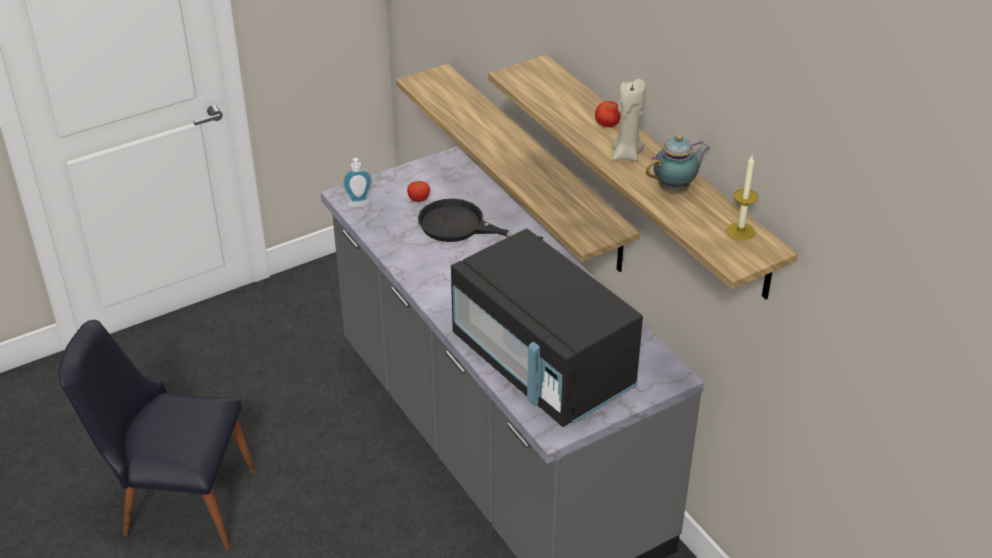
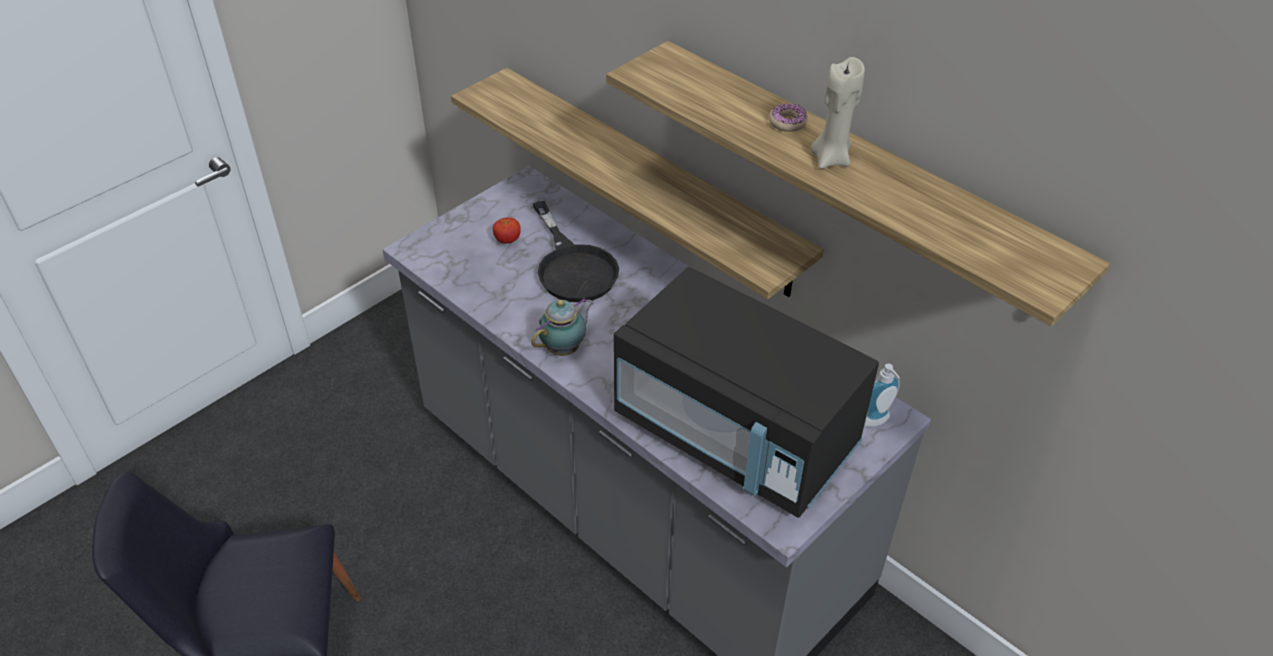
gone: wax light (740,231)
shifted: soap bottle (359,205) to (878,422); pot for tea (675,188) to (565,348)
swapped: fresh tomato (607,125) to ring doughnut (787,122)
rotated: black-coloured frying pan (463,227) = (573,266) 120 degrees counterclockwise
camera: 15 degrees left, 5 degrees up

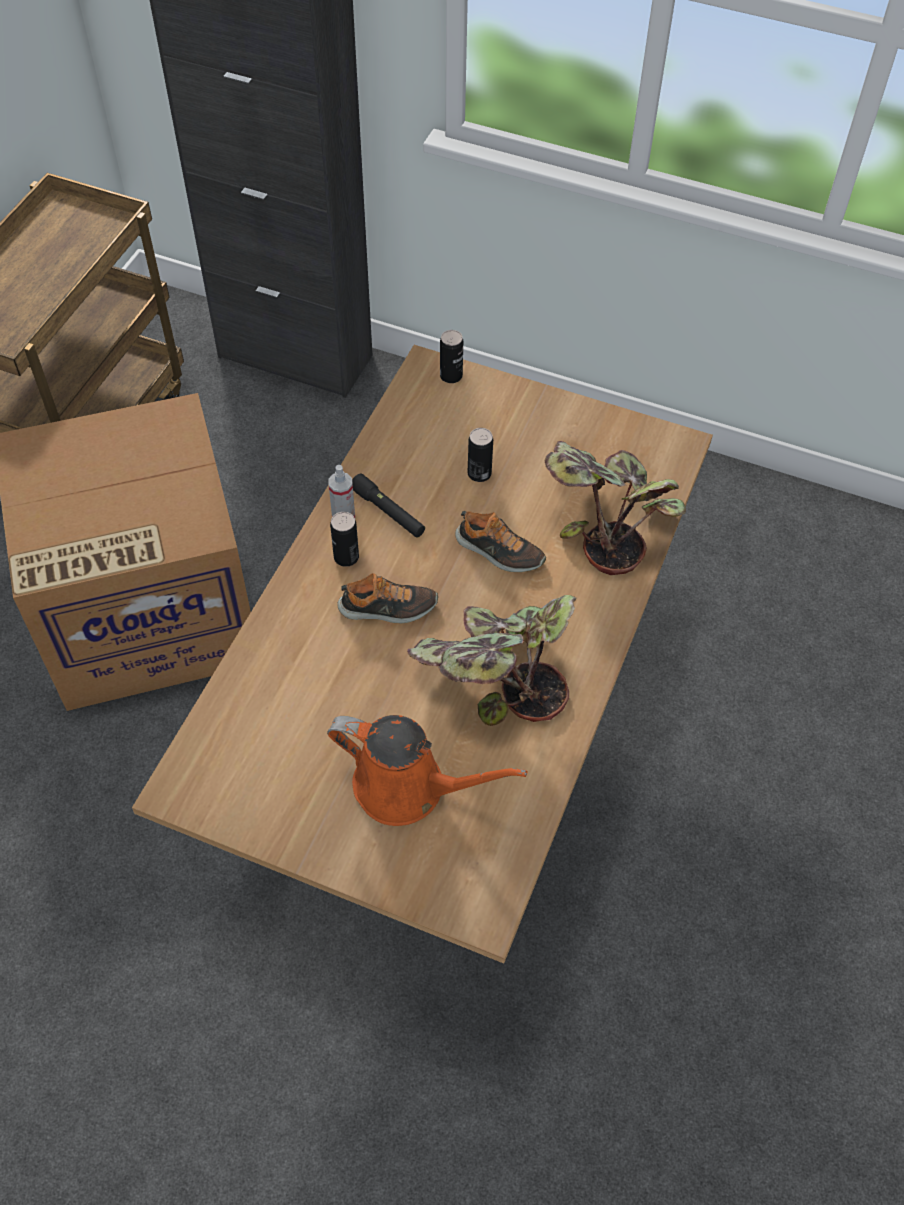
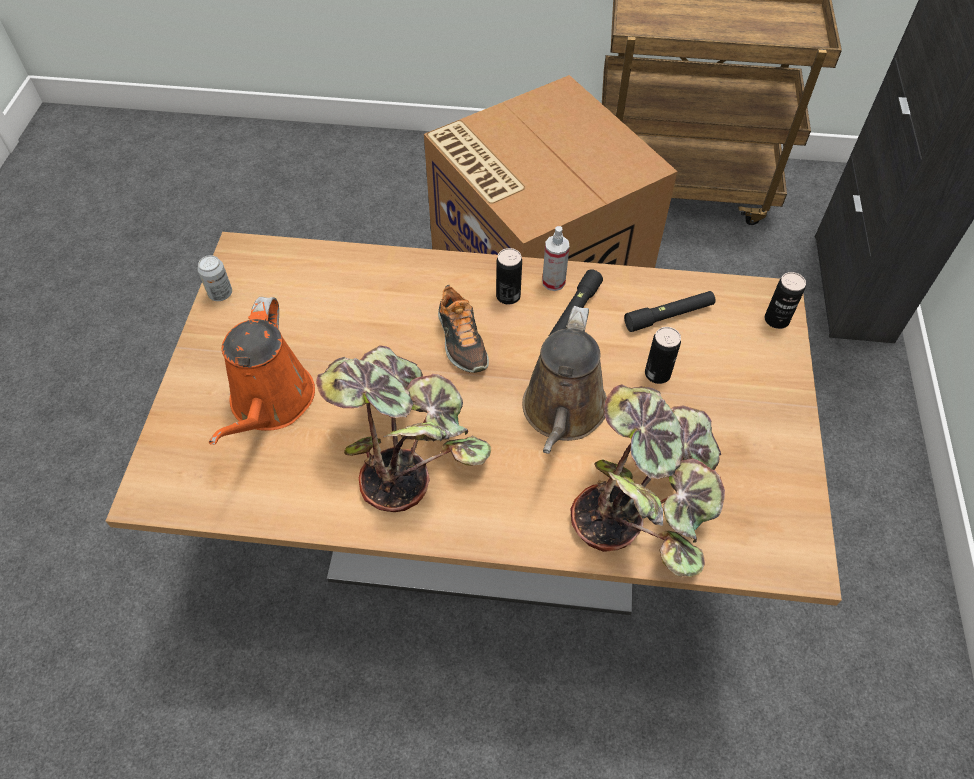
new: sealed can (220,294); black-coloured hand torch (669,316)
swapped: low shoe (498,552) to brownish watering pot (563,413)
camera: 75 degrees right, 0 degrees up

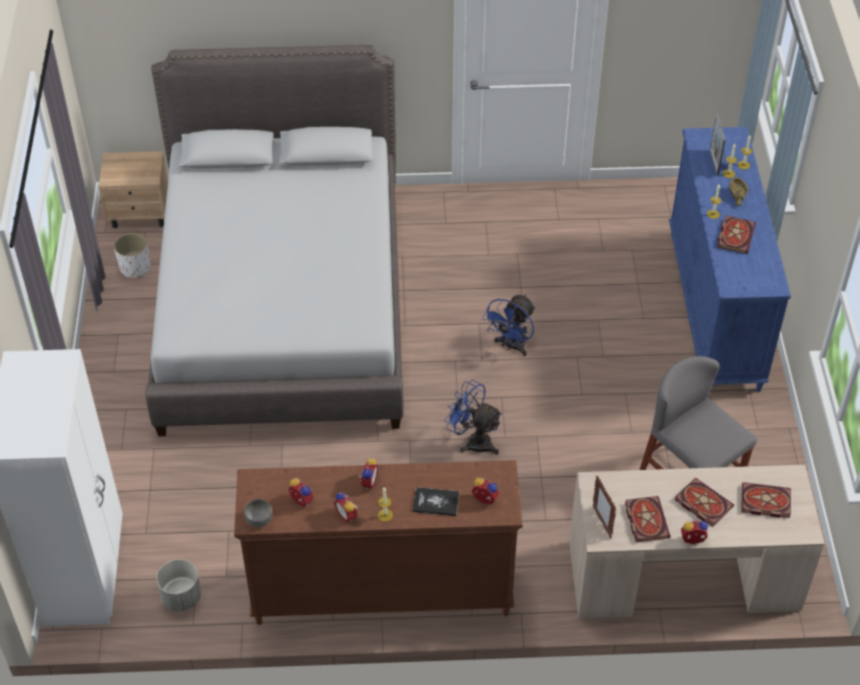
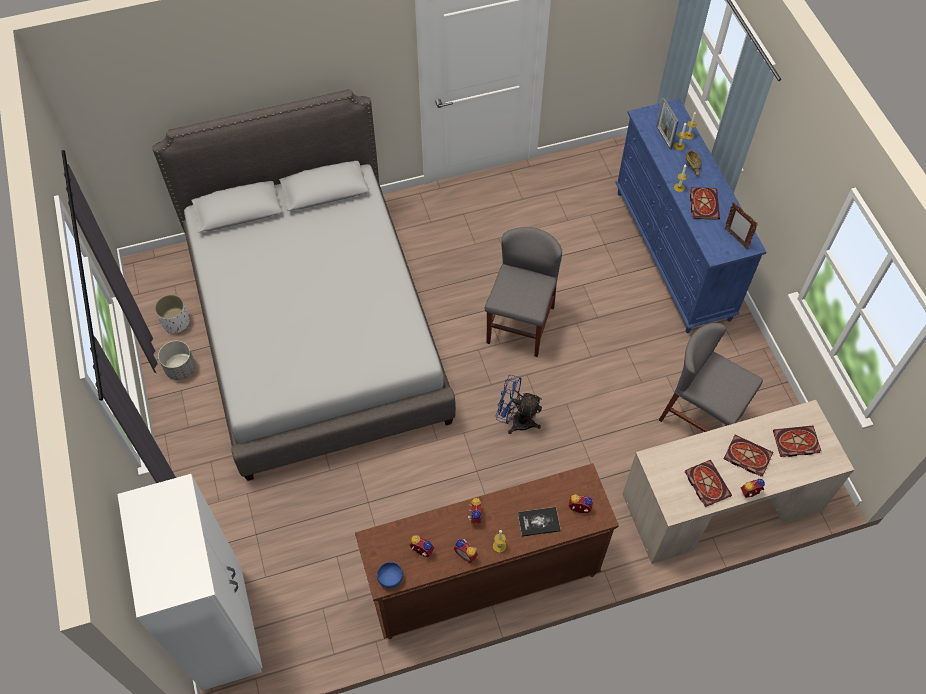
gone: beige bedside table (140,213)
shifted: grey plant pot (181,597) to (180,369); photo frame (601,522) to (735,238)
swapped: blue-coloured cooling fan (511,346) to grey chair (520,325)
repainted: grey deep dish (259,519) to blue-coloured deep dish (390,578)
camera: 15 degrees left, 10 degrees up

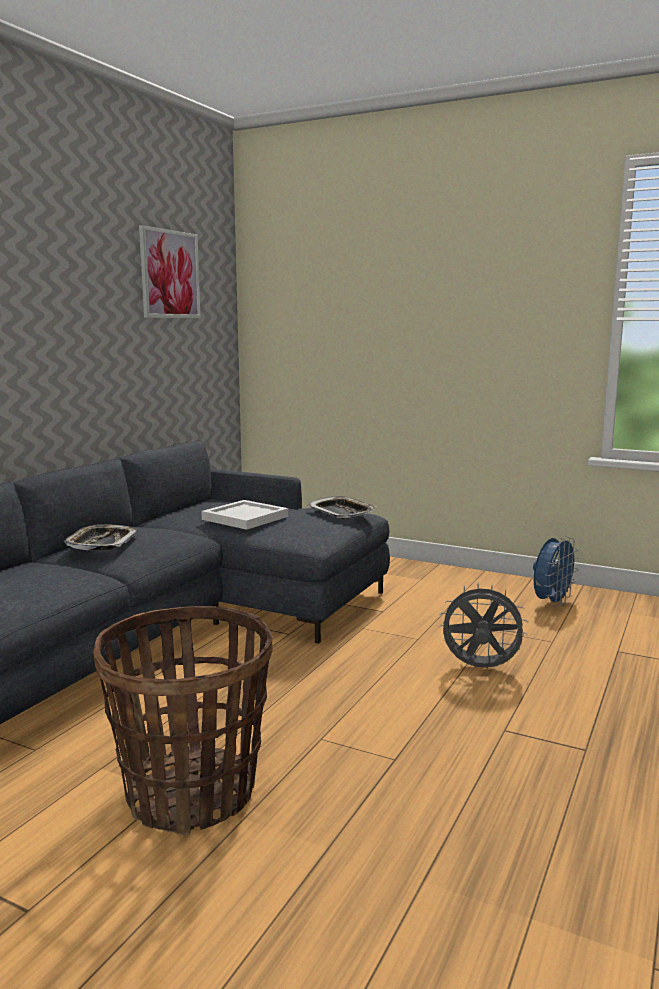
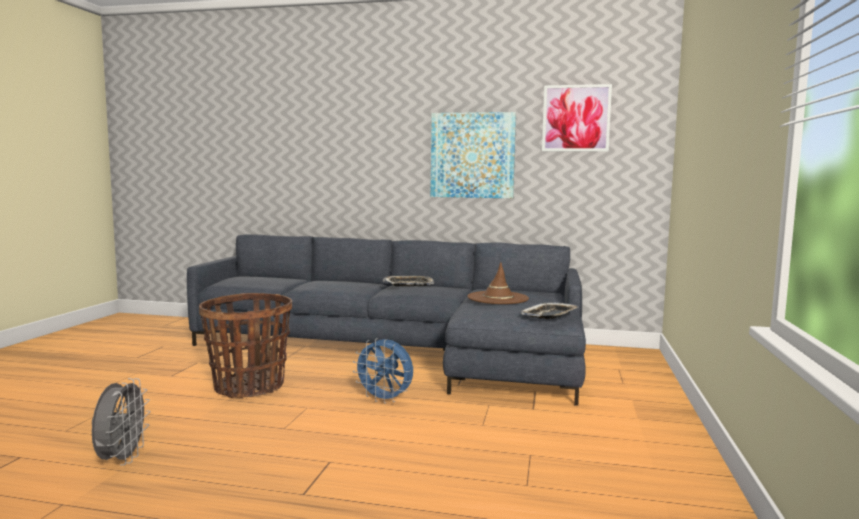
new: wall art (472,155)
shifted: grey cooling fan (480,668) to (121,460); blue-coloured cooling fan (551,603) to (385,400)
swapped: white carrying tray (245,517) to brownish hat (497,298)
camera: 75 degrees right, 5 degrees down

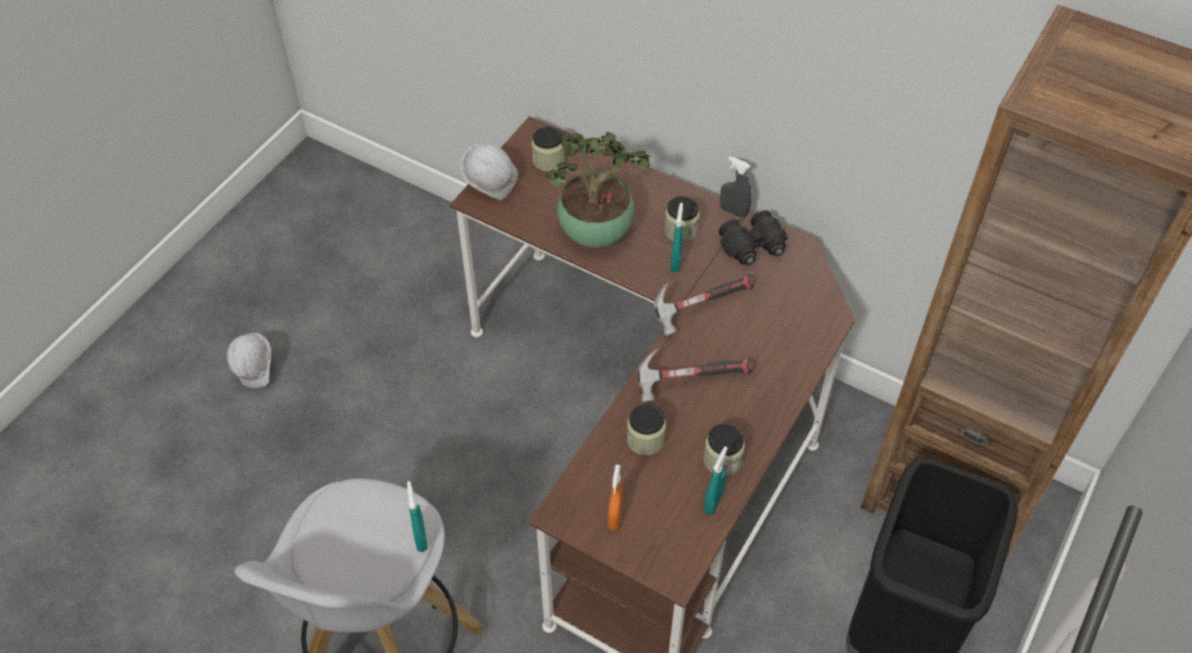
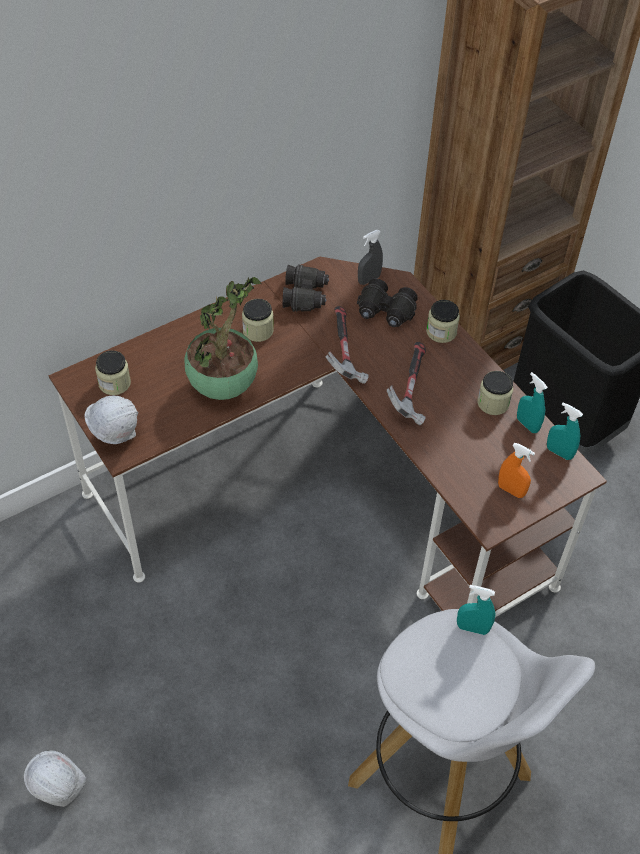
new: black-coloured field glasses (385,312)
shifted: jar (645,439) to (441,332); blue-green spray bottle (676,262) to (559,452); grey spray bottle (733,212) to (369,279)
camera: 65 degrees left, 0 degrees up

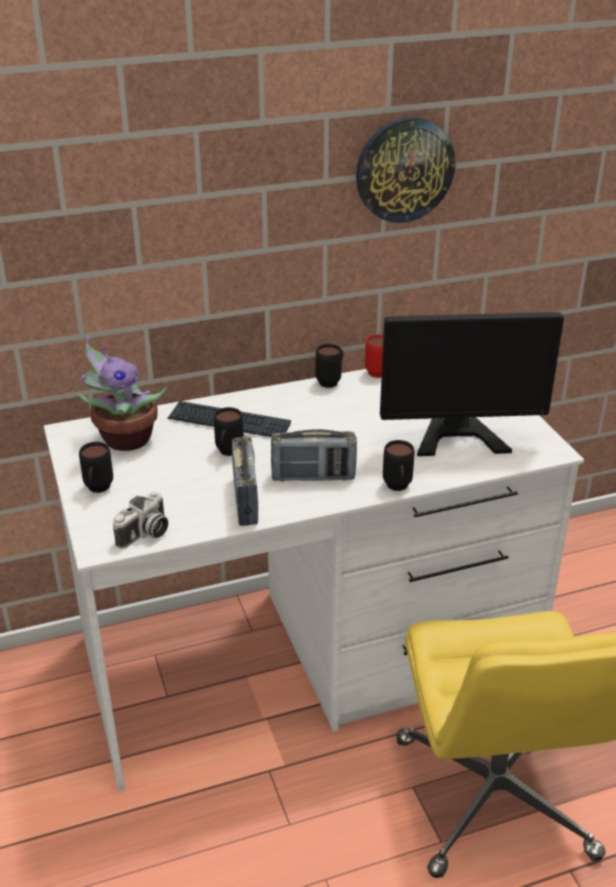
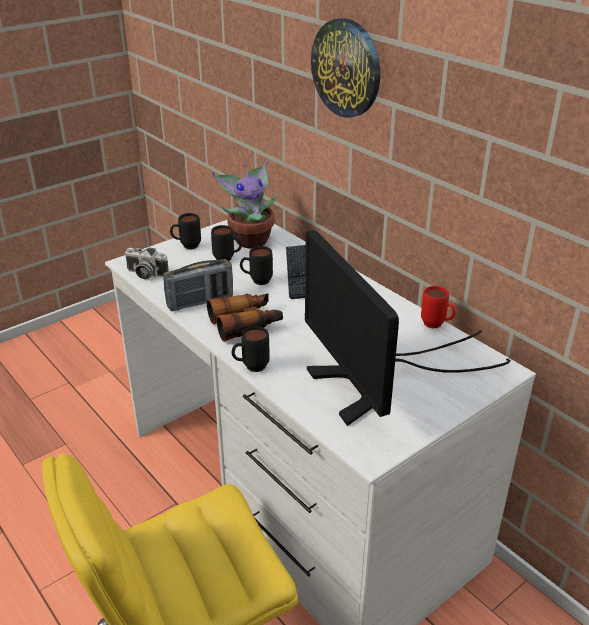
shifted: black-coloured mug (331,381) to (228,259); clock on the wall (404,169) to (346,68)
swapped: radio (313,477) to field glasses (246,323)
camera: 70 degrees right, 0 degrees up

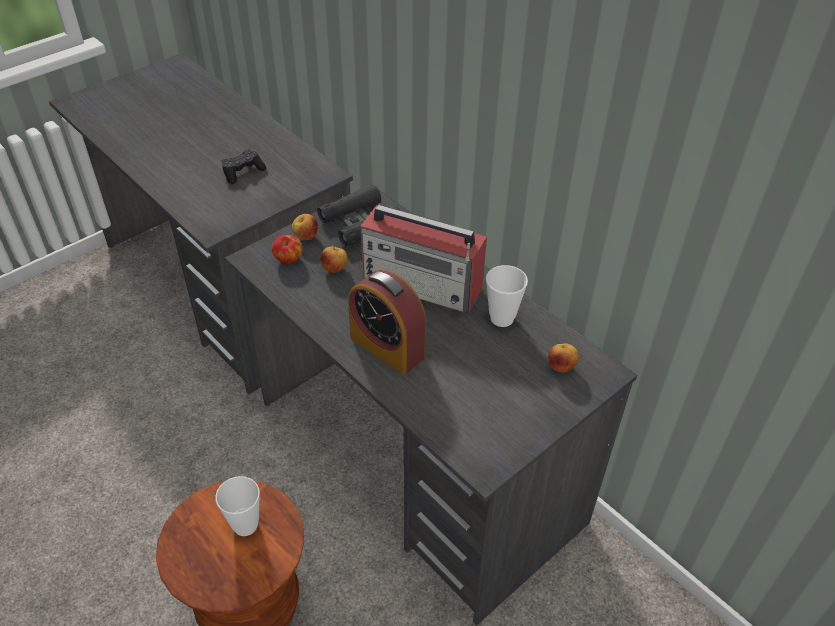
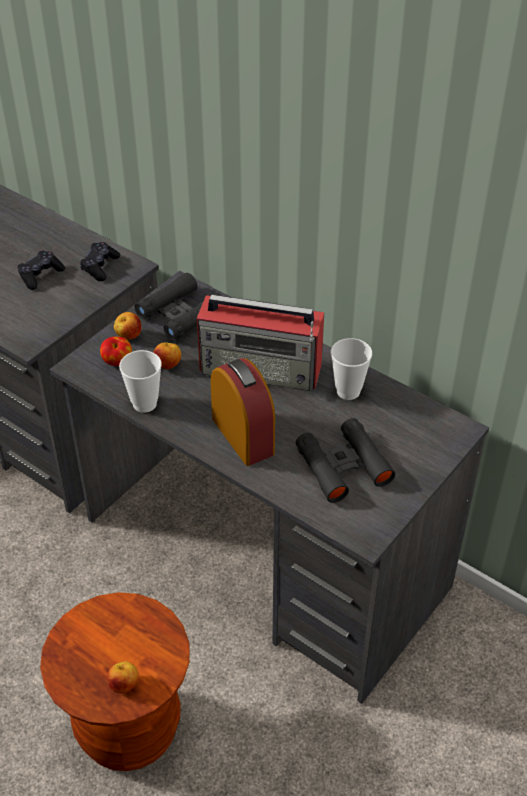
new: black-coloured game controller (100,267); black-coloured field glasses (343,466)
shifted: small cup (245,525) to (144,404); apple fruit (561,367) to (124,685)
rotated: alarm clock (387,347) = (243,436) 150 degrees counterclockwise
camera: 10 degrees left, 0 degrees up

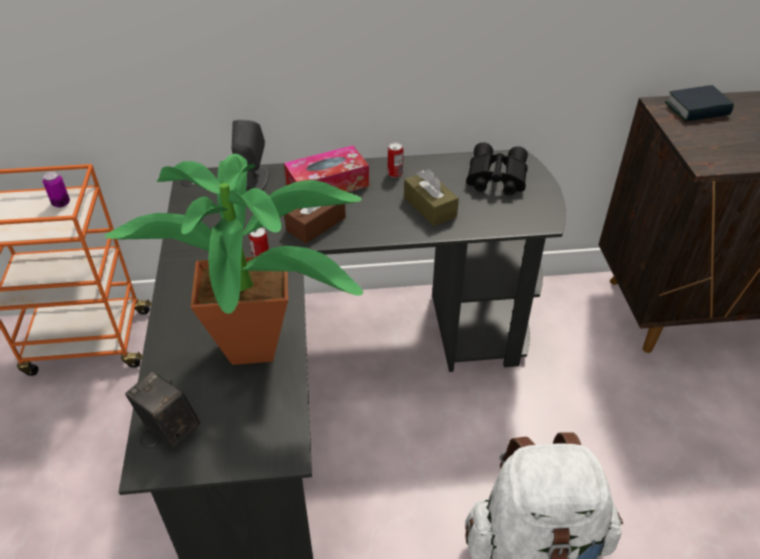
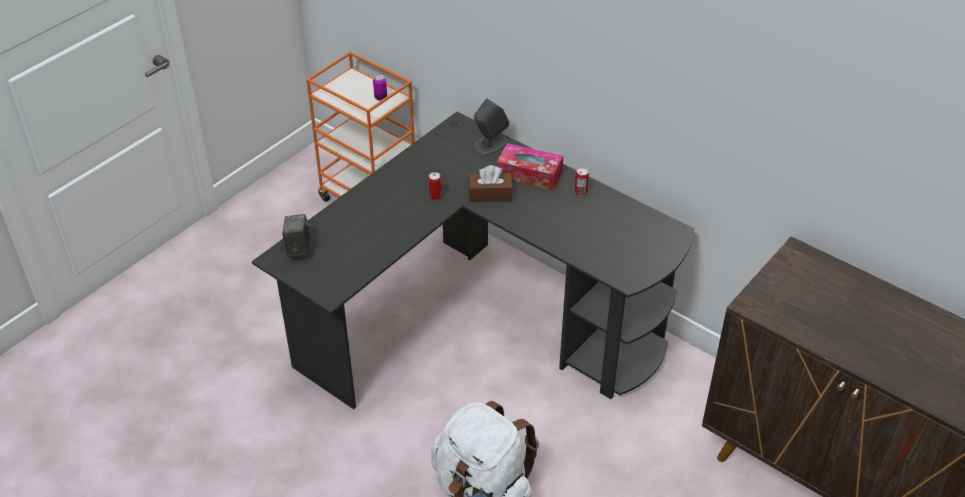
gone: houseplant (264,350); brownish box of tissues (430,207); black-coloured field glasses (495,178); volume (697,109)
camera: 45 degrees right, 0 degrees up

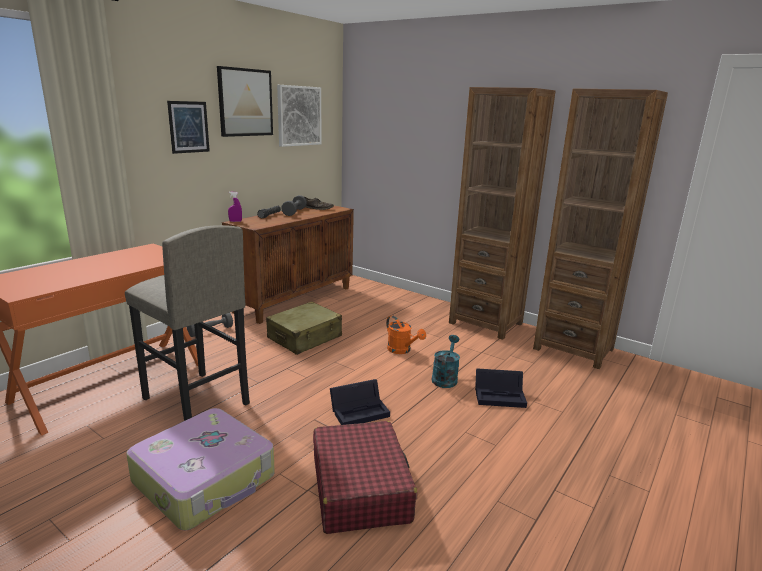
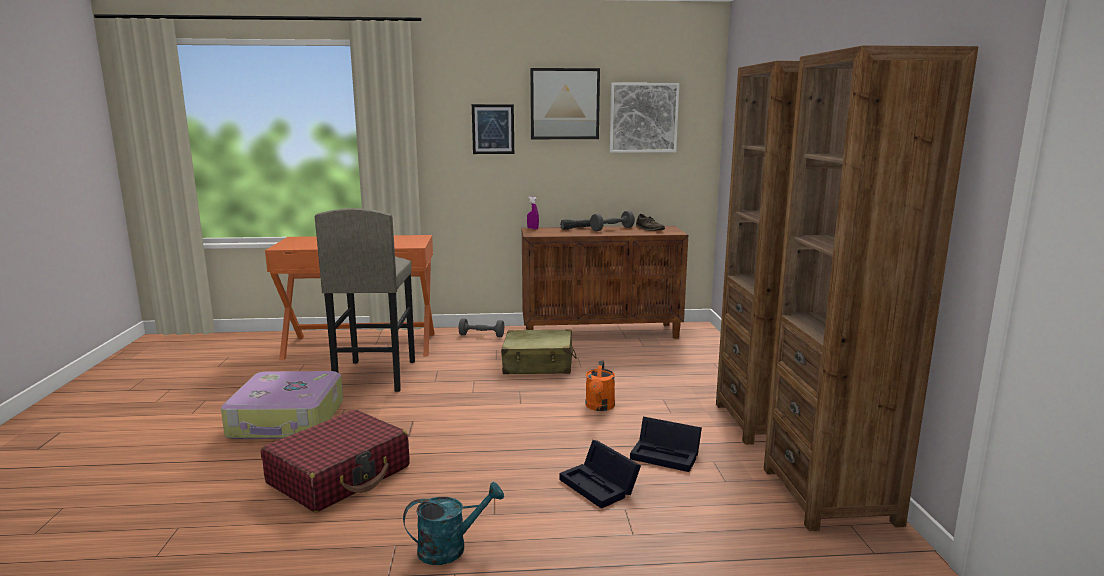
shifted: black-coloured storage box (360,411) to (667,455); blue-green watering pot (445,378) to (450,548)
camera: 50 degrees right, 5 degrees down

